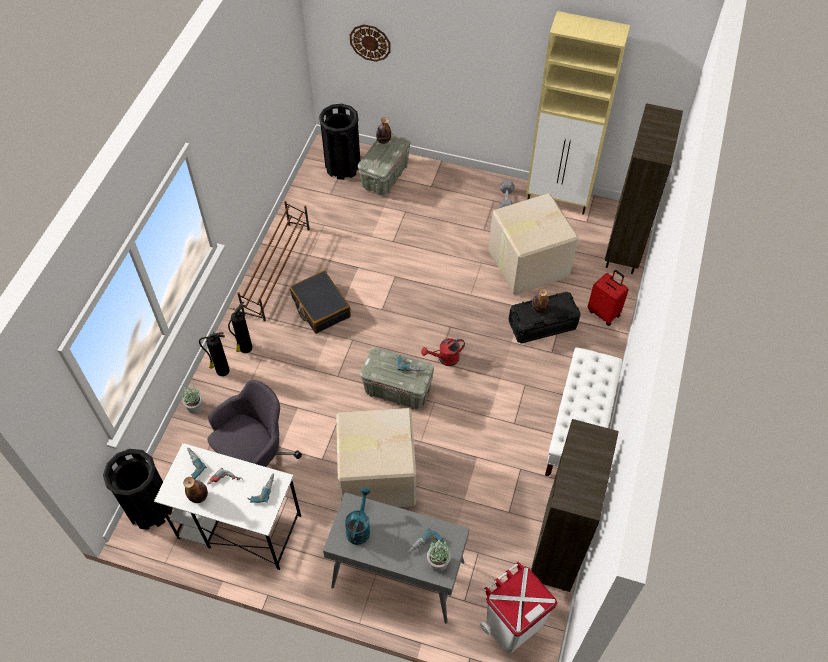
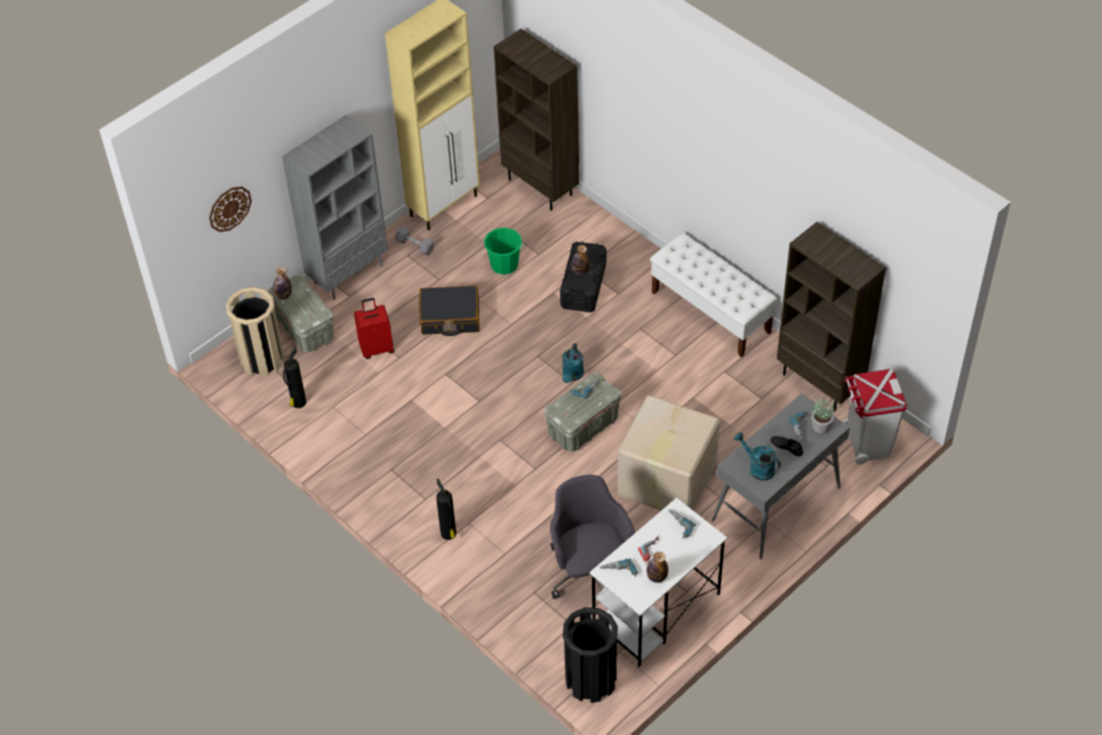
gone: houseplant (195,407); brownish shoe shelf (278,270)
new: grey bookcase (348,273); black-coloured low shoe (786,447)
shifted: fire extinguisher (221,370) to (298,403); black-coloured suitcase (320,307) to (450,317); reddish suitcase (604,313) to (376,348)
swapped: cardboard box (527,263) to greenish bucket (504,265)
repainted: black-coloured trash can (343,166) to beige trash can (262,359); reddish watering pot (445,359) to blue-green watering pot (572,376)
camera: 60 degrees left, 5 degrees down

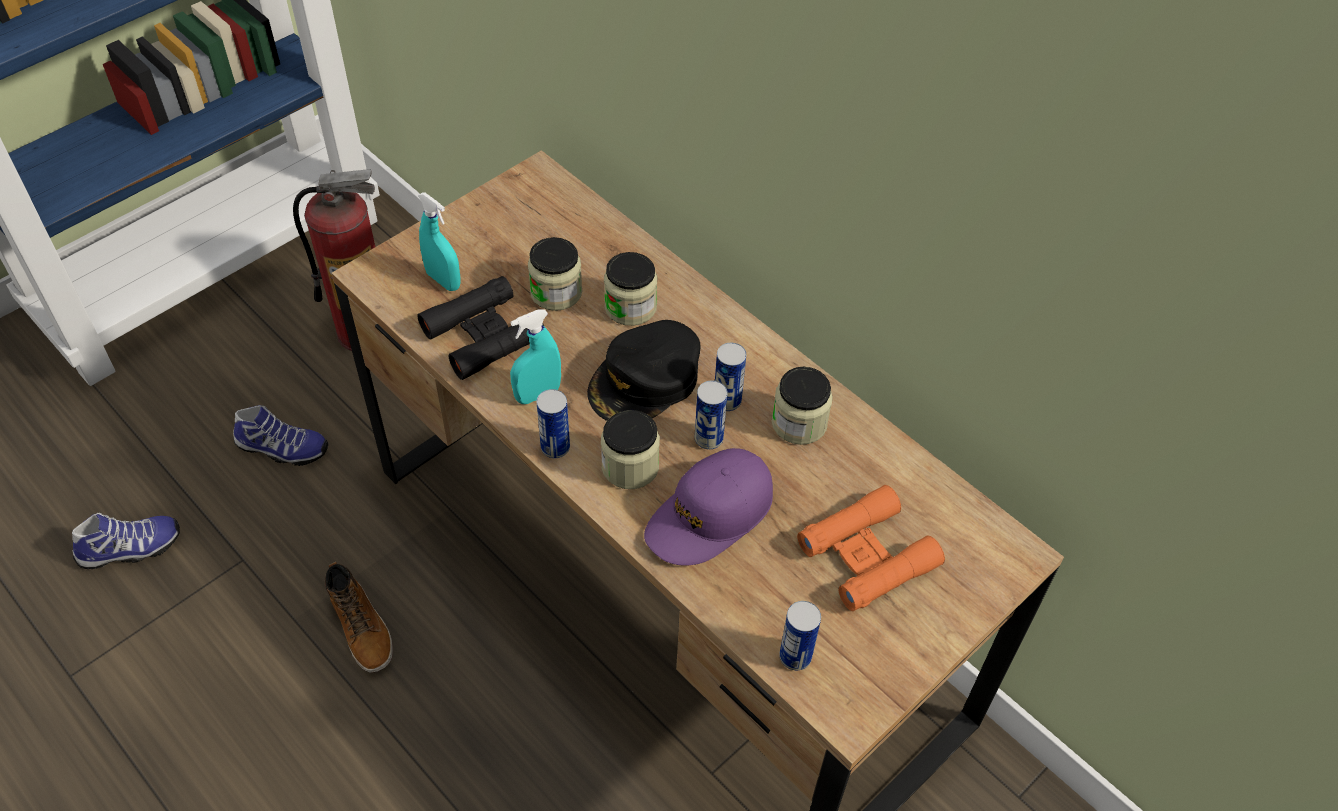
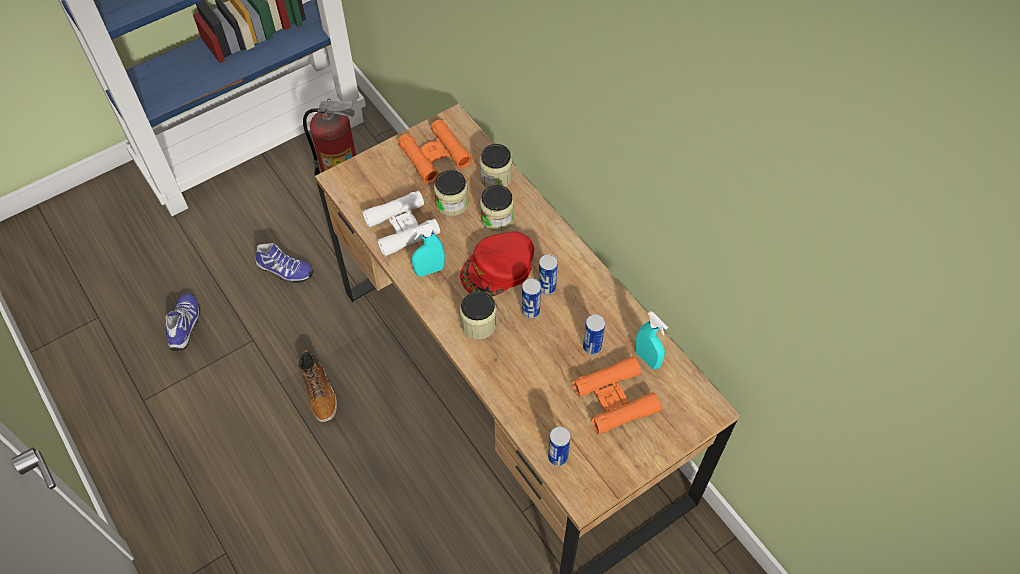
gone: purplish cap (709,516)
new: orangey field glasses (434,156)
shifted: blue-green spray bottle (443,280) to (647,359); sealed can (555,447) to (592,347); jar (799,423) to (496,177)
repainted: black-coloured field glasses (483,335) to white field glasses (402,227); black-coloured cap (645,381) to reddish cap (498,269)
rotated: low shoe (130,549) = (186,325) 75 degrees counterclockwise
camera: 10 degrees right, 5 degrees up

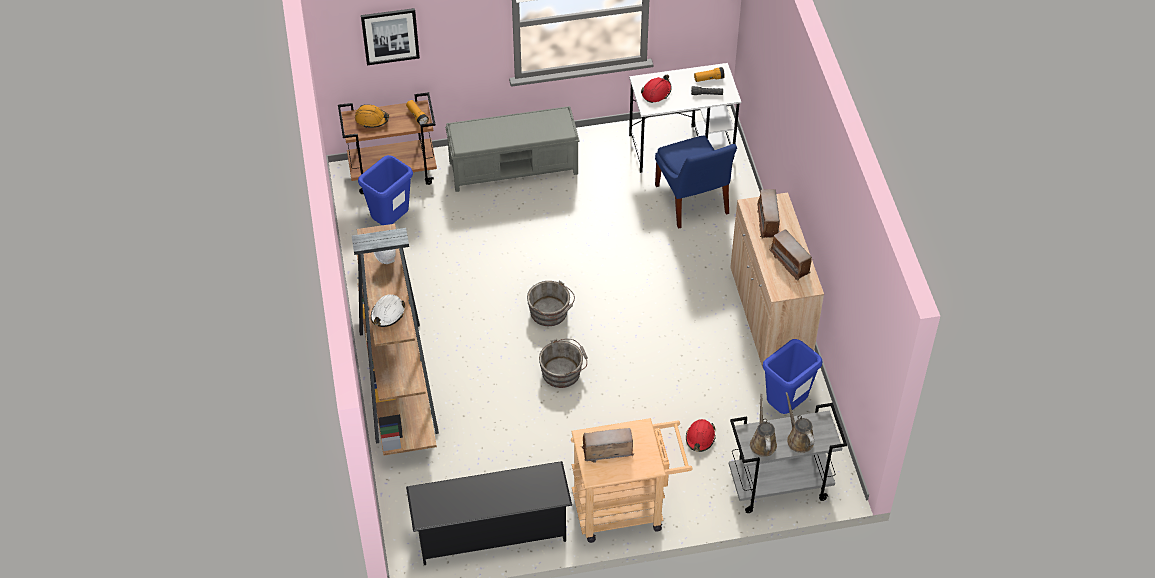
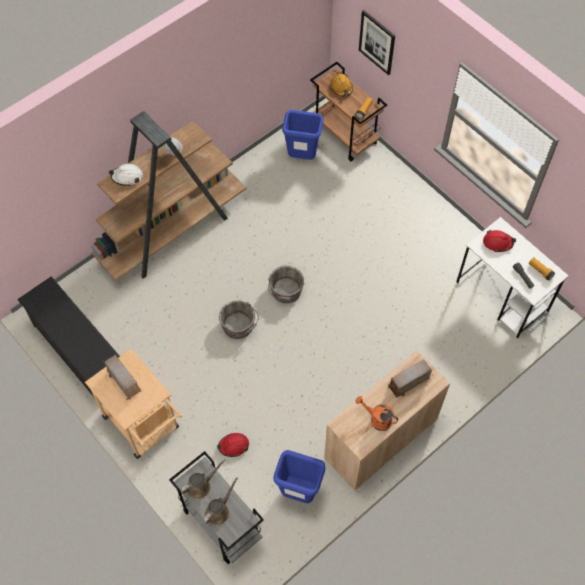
gone: grey long seat (514,167); blue-coloured chair (692,202)
swapped: radio (790,262) to orangey watering pot (377,419)
camera: 60 degrees right, 10 degrees up

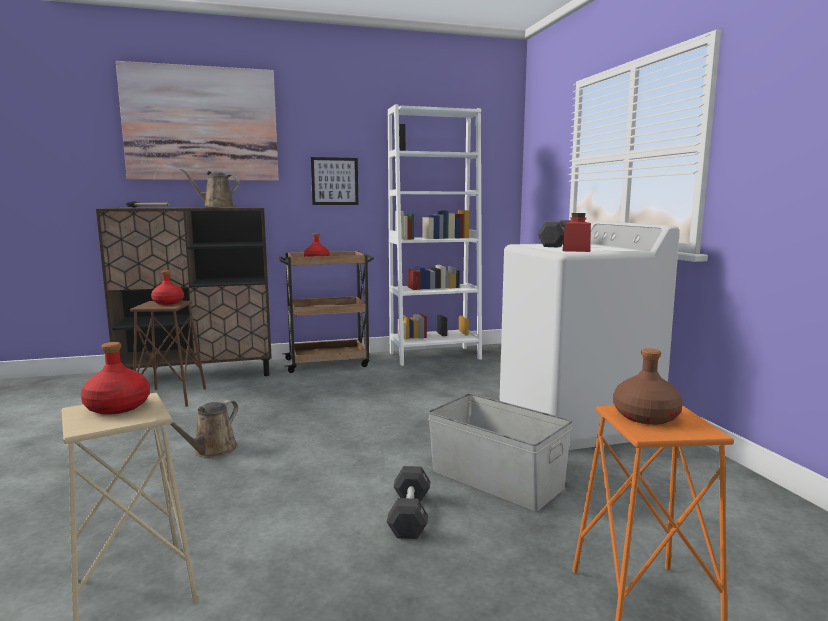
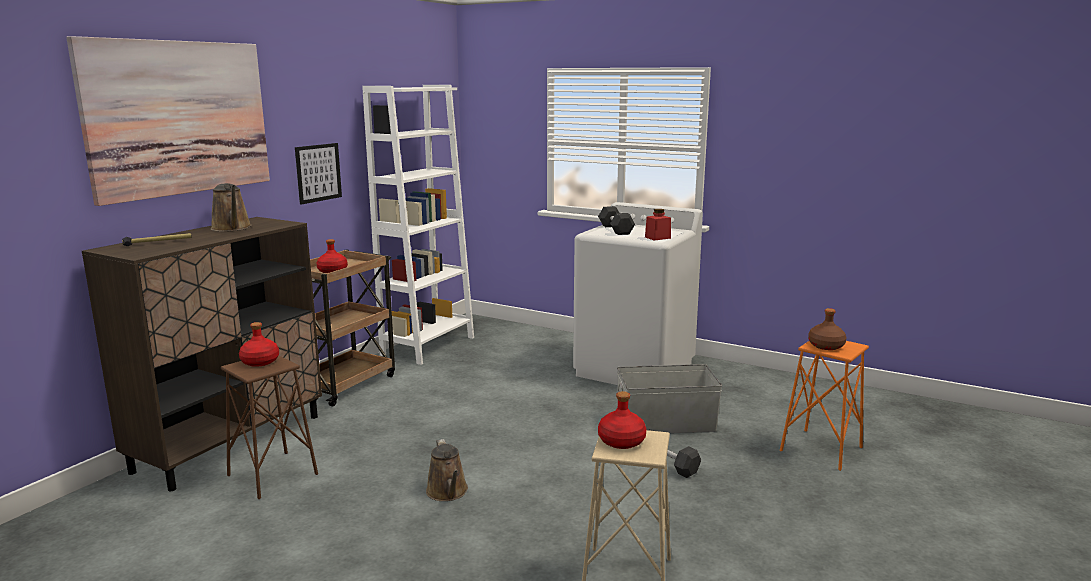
rotated: brownish watering pot (216,207) = (232,228) 90 degrees counterclockwise
camera: 45 degrees left, 5 degrees up

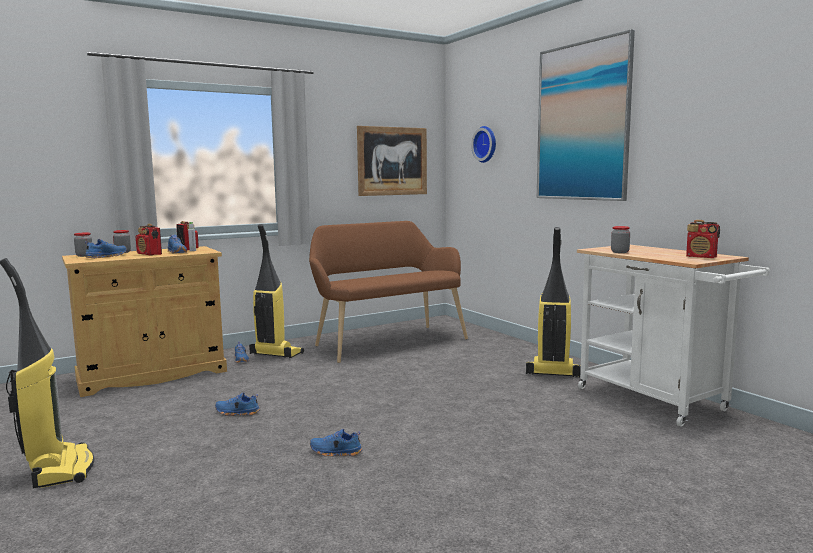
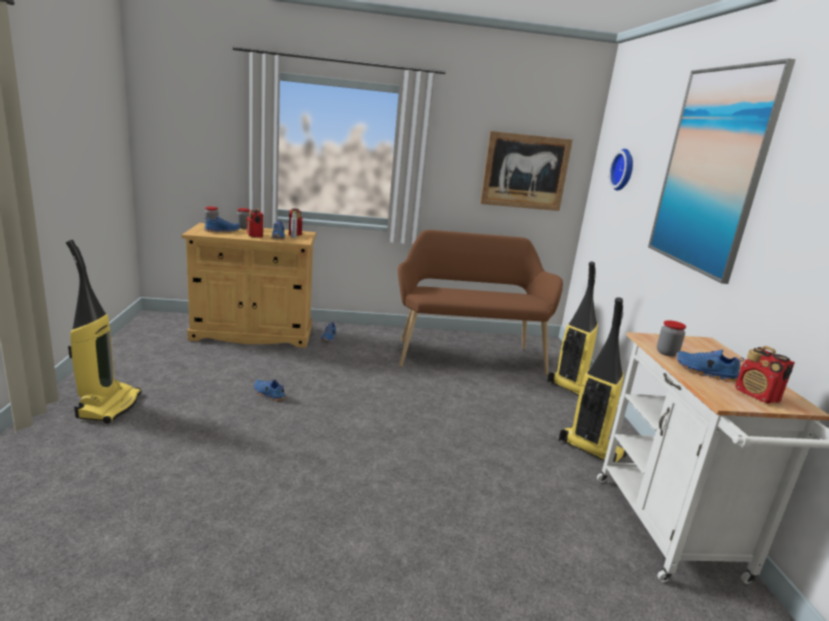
shifted: vacuum (275,354) to (572,389); blue-coloured low shoe (335,452) to (704,373)
camera: 25 degrees right, 10 degrees up

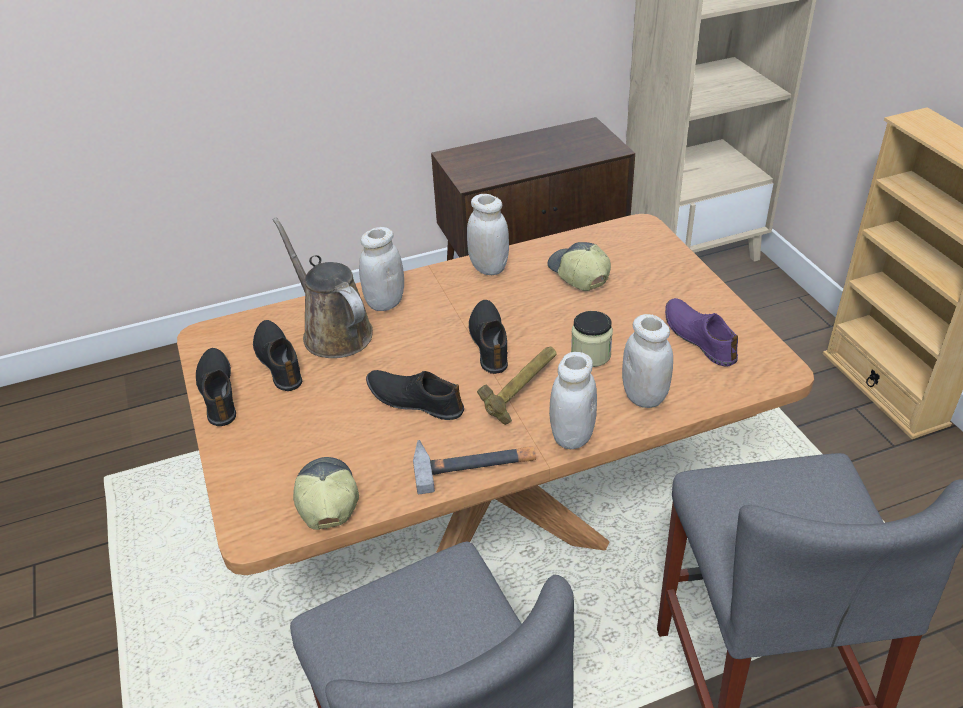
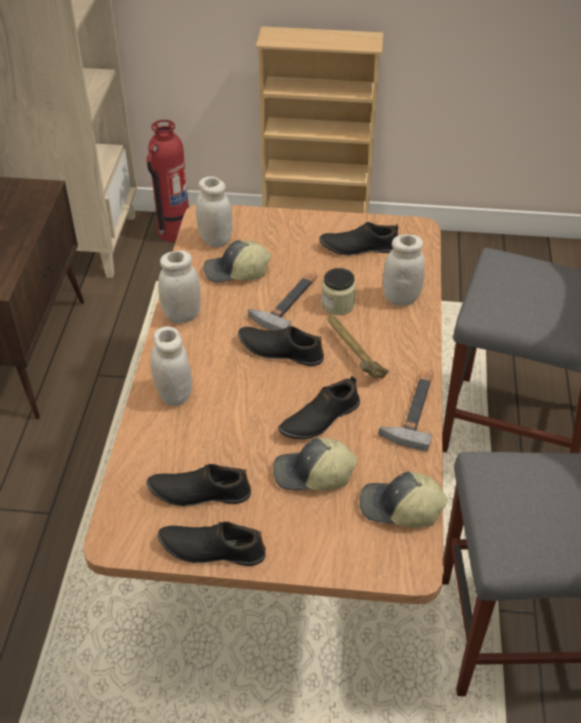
gone: brownish watering pot (333,332)
new: fire extinguisher (173,232); hand hammer (288,301); cap (313,475)
shifted: white jar (572,436) to (215,240)
repainted: purplish low shoe (699,337) to black-coloured low shoe (359,247)
camera: 65 degrees left, 5 degrees up

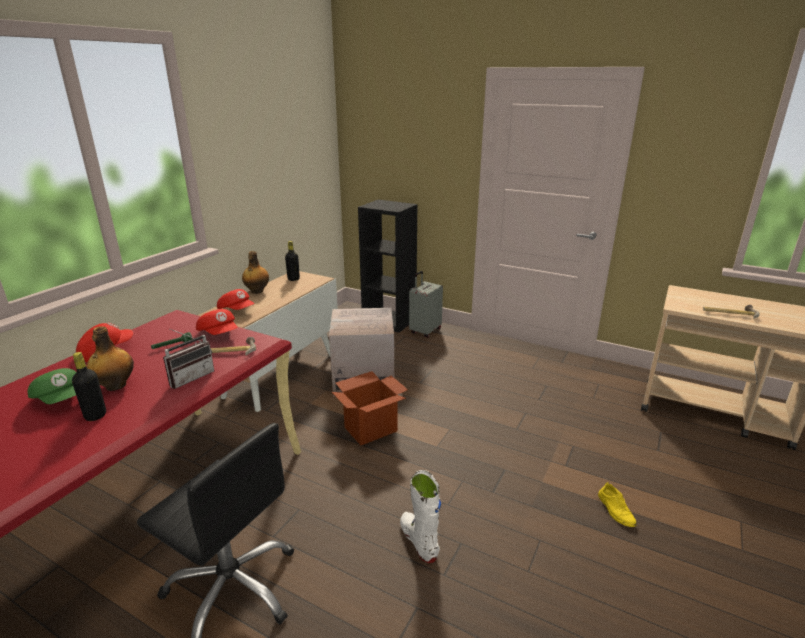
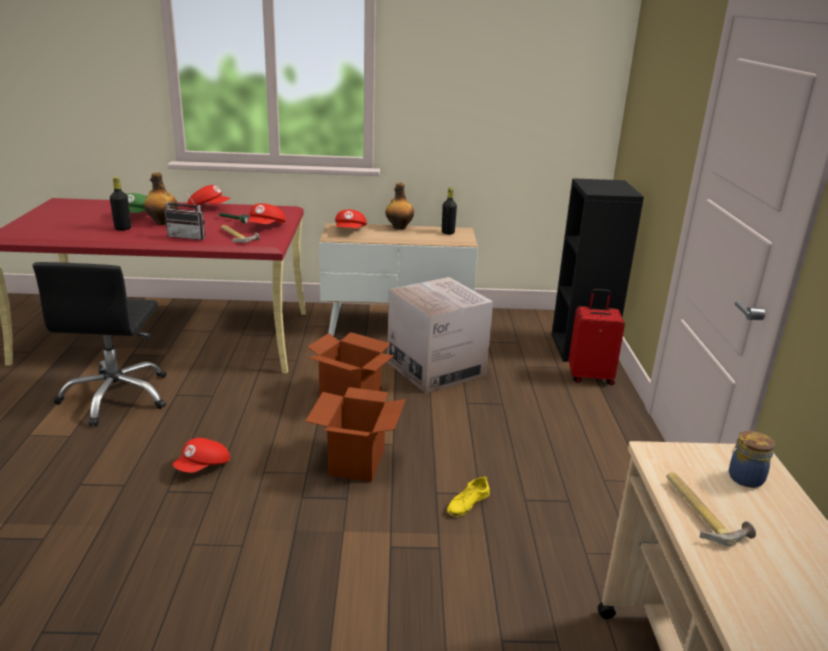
new: cardboard box (356,461); jar (744,477)
shifted: yellowish low shoe (615,510) to (468,503)
swapped: white high-top boot (419,541) to reddish cap (203,467)
repainted: grey suitcase (424,331) to reddish suitcase (590,376)
camera: 60 degrees right, 0 degrees up

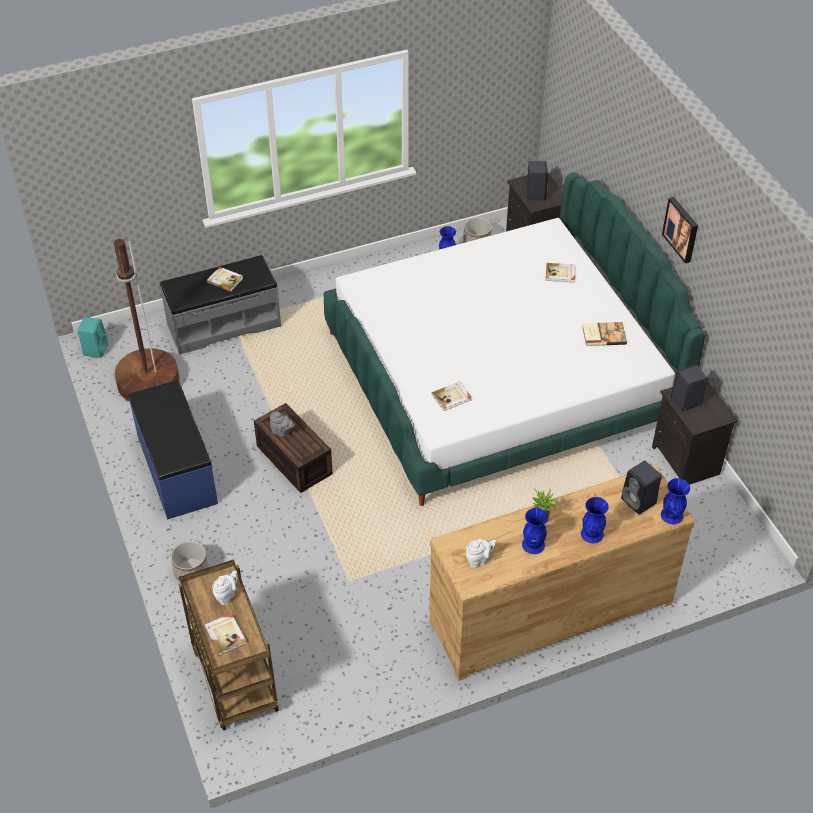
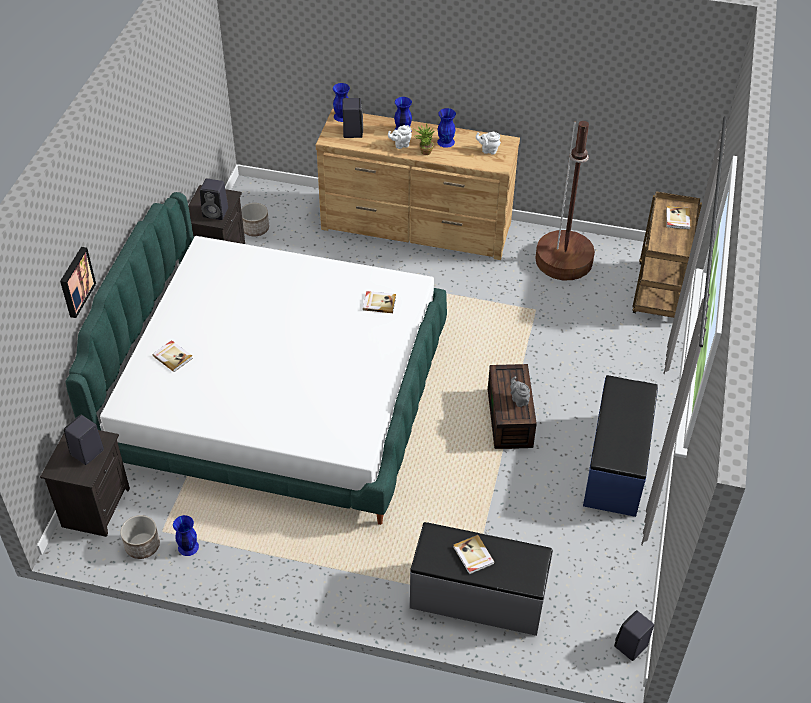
gone: volume (603,335)
shifted: brownish standard lamp (148,382) to (564,261); plant pot (191,571) to (255,229); white pot for tea (226,595) to (400,145); wall art (682,229) to (75,281)
repainted: blue-green speaker (95,349) to black-coloured speaker (630,647)
camera: 145 degrees left, 0 degrees up

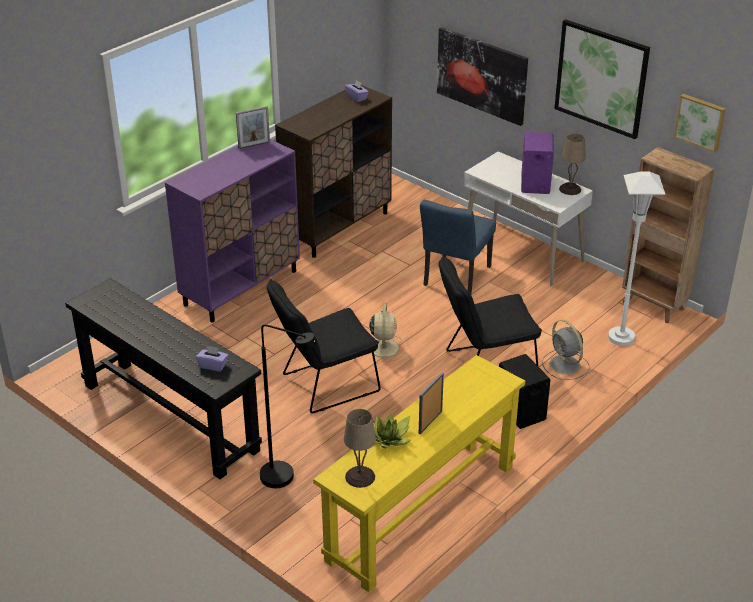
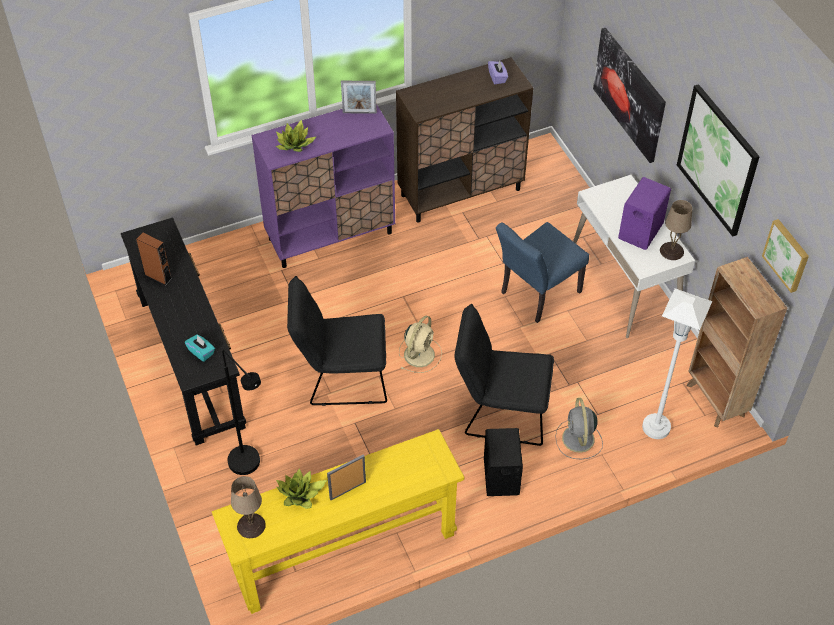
new: brownish speaker (158,276); houseplant (295,144)
repainted: purplish box of tissues (213,365) to blue-green box of tissues (201,352)
camera: 25 degrees right, 15 degrees up

